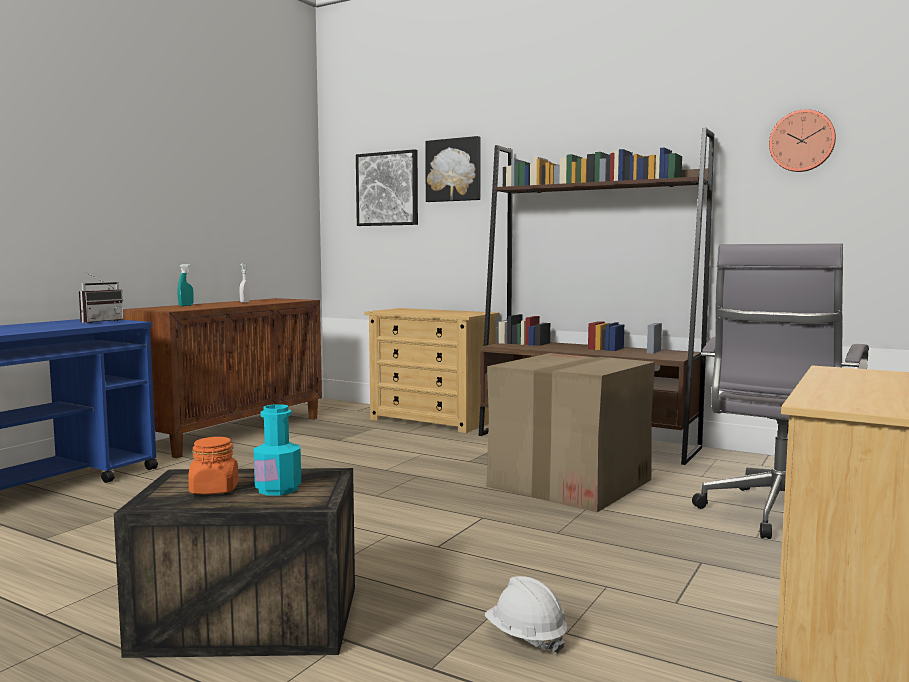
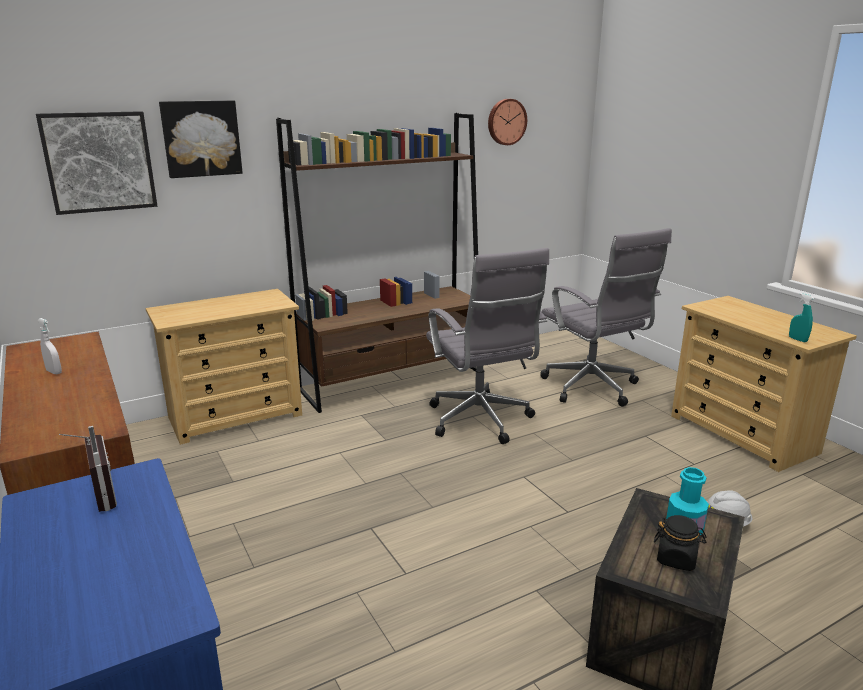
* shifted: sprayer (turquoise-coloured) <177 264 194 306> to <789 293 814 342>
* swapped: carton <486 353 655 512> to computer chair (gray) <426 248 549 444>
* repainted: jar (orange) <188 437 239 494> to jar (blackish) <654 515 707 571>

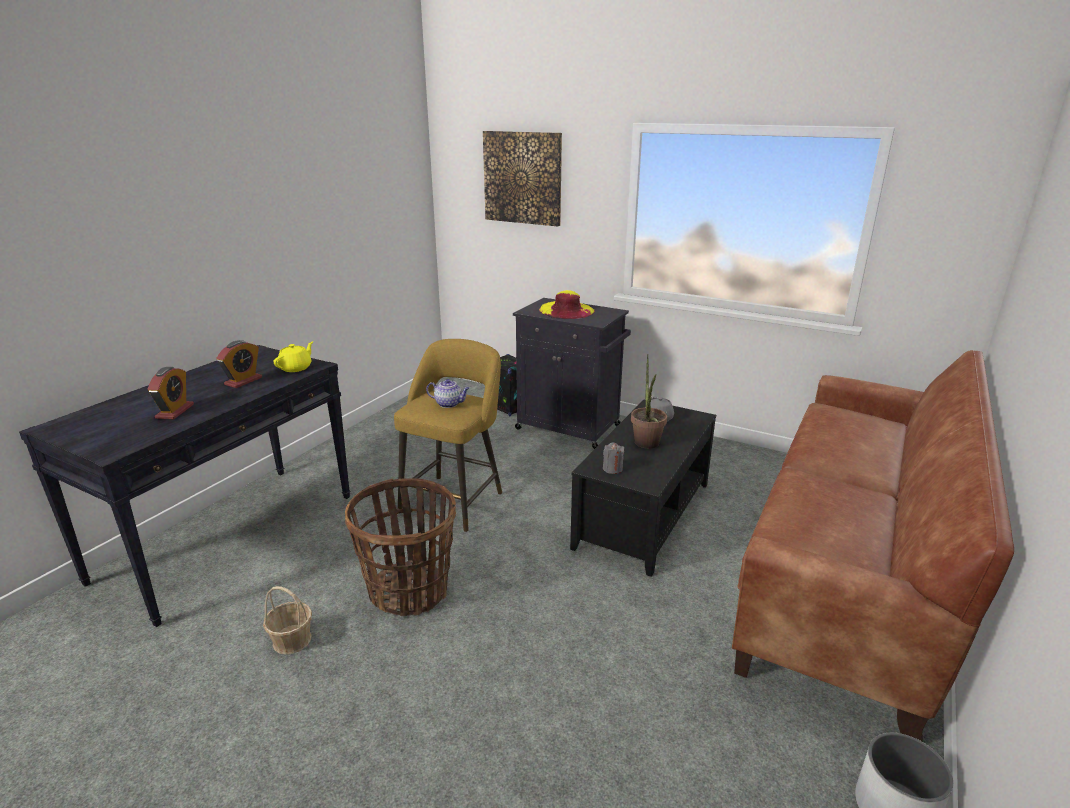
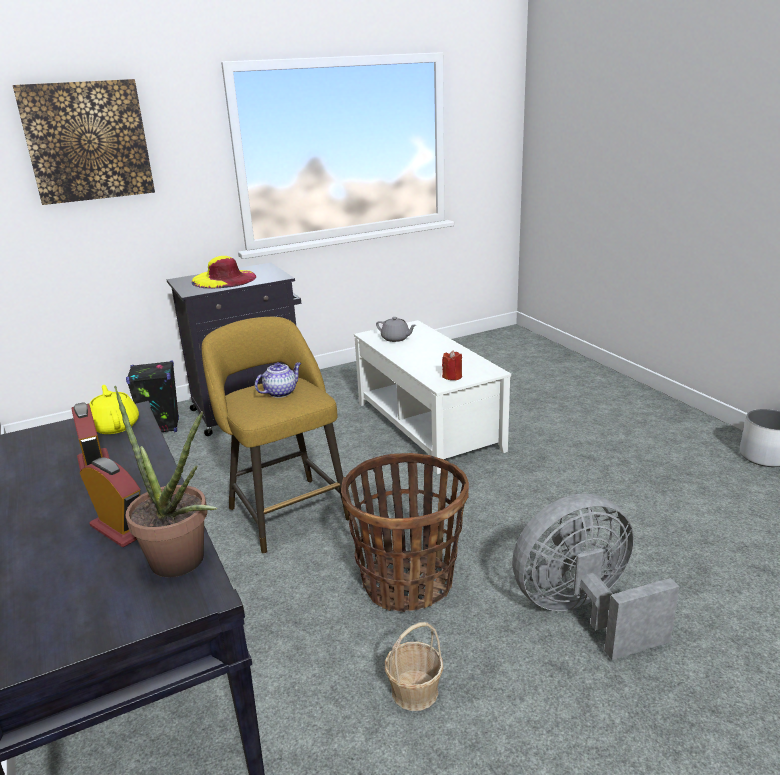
* gone: couch (brown) <732 350 1014 742>
* shifted: potted plant <631 354 667 449> to <114 386 217 577>
* repainted: low table (blackish) <570 400 716 577> to low table (white) <354 320 511 474>
* repainted: wax candle (gray) <603 443 624 474> to wax candle (red-coloured) <442 350 462 380>
* new: fan (gray) <512 494 680 660>

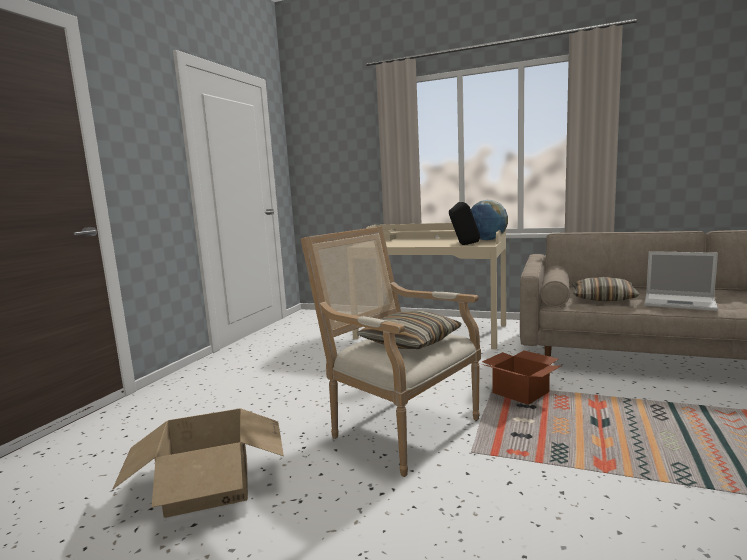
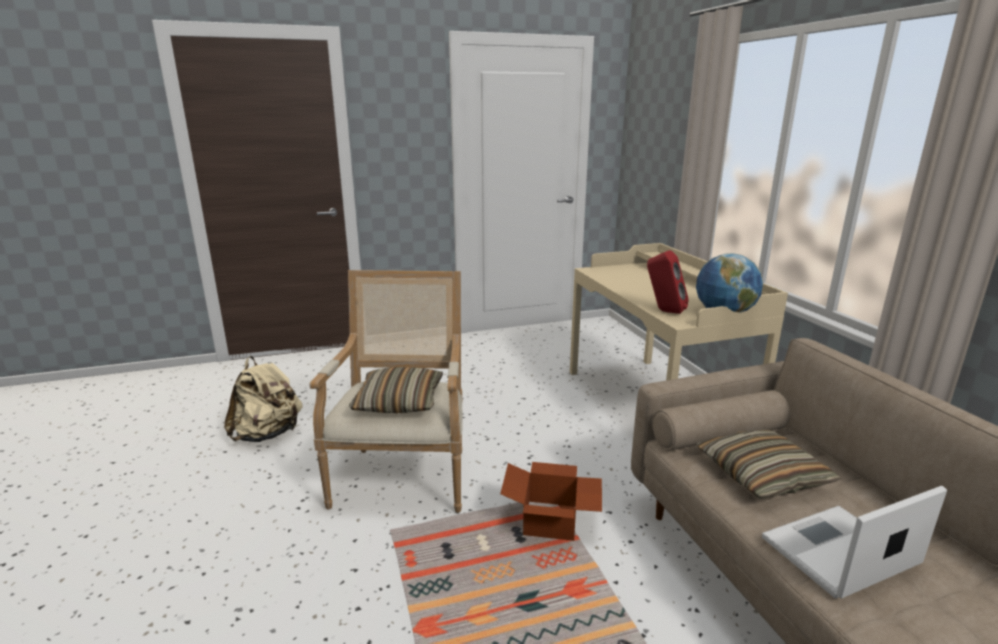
* repainted: audio speaker (blackish) <449 202 480 245> to audio speaker (red-coloured) <647 250 689 314>
* rotated: laptop <644 251 718 311> = <762 486 947 599> 75 degrees clockwise
* swapped: carton <112 409 284 518> to knapsack (beige-coloured) <224 356 303 442>

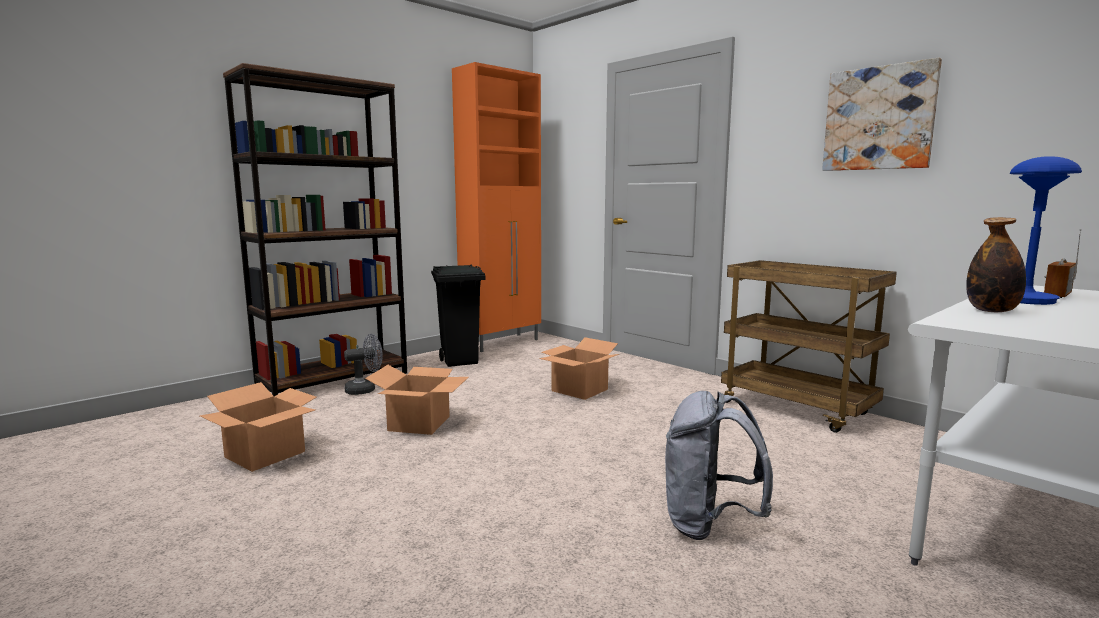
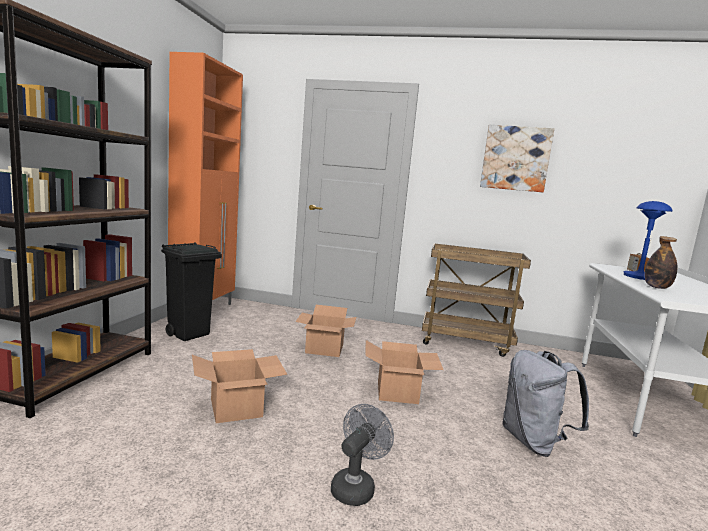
* shifted: fan (gray) <344 334 383 395> to <331 404 394 506>
* shifted: carton <200 382 317 472> to <365 340 444 404>

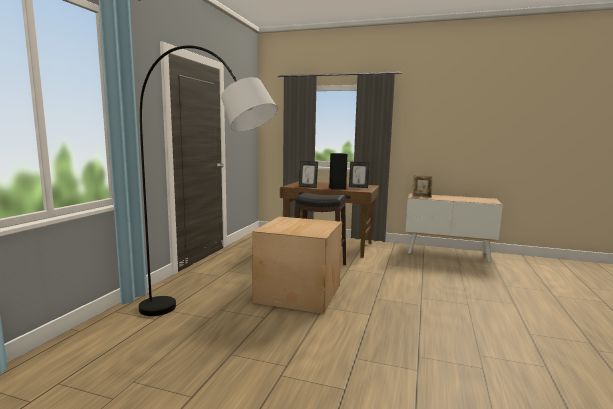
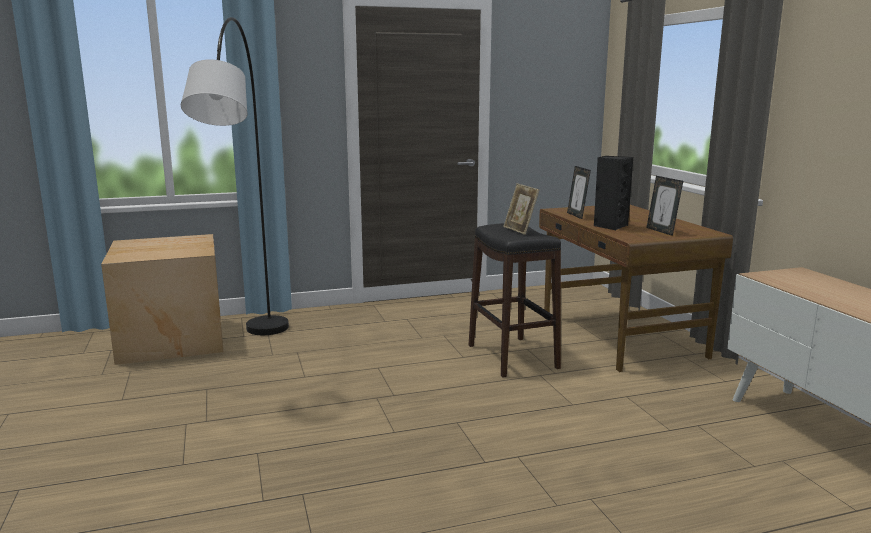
* shifted: picture frame <412 175 433 198> to <503 183 539 235>
* shifted: carton <252 216 342 314> to <101 234 223 365>

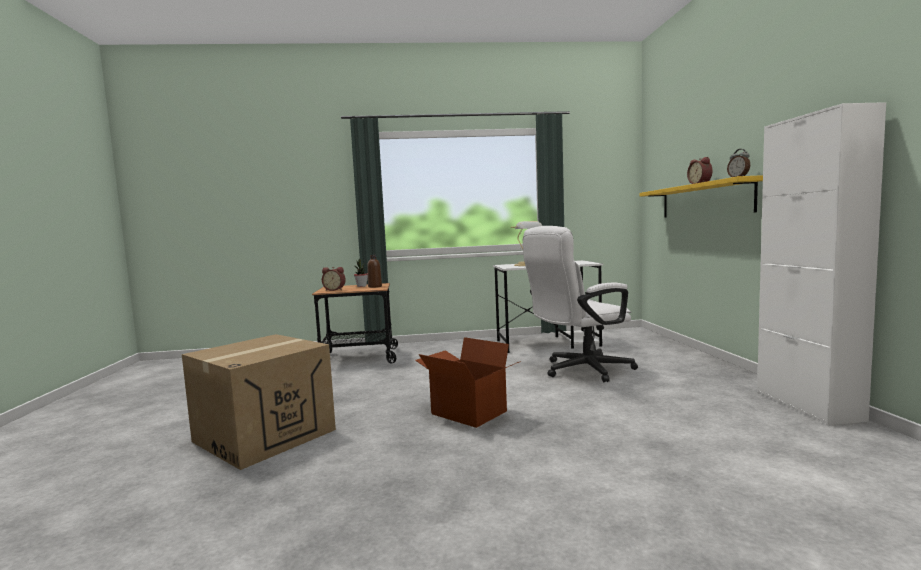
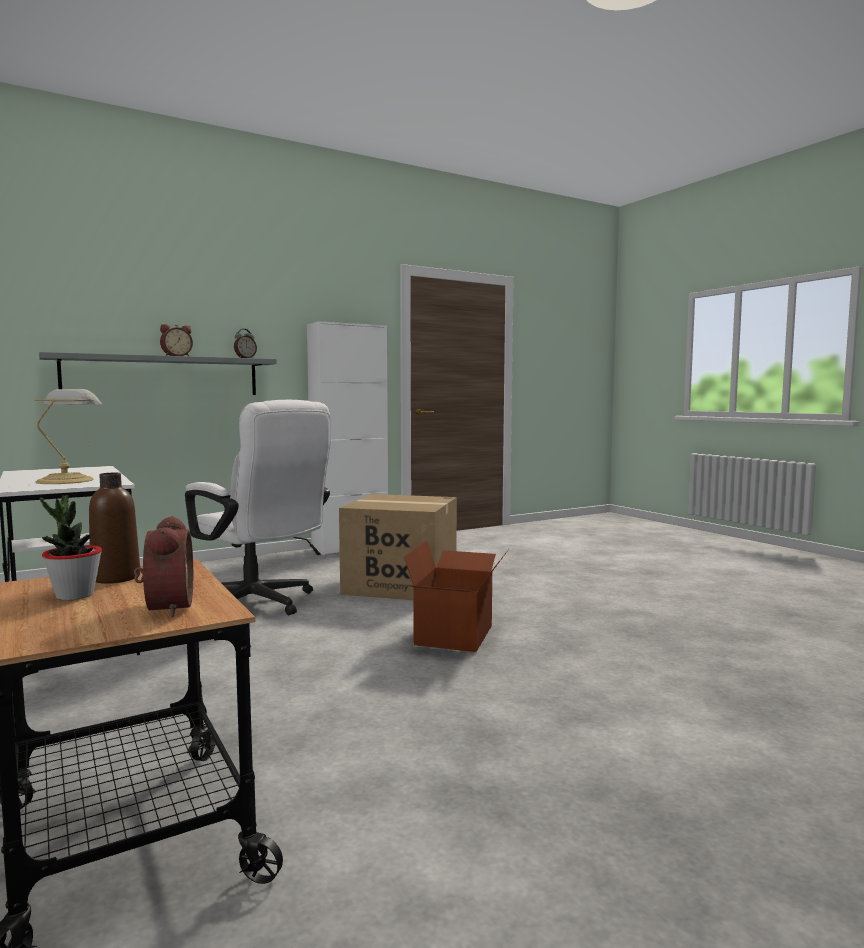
* repainted: bracket shelf (yellow-coloured) <639 175 763 217> to bracket shelf (gray) <39 352 277 395>
* shifted: carton <182 334 336 470> to <339 494 457 600>

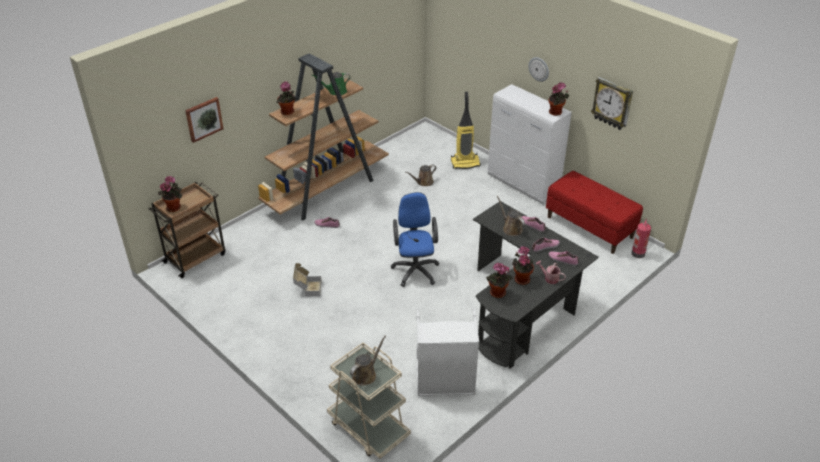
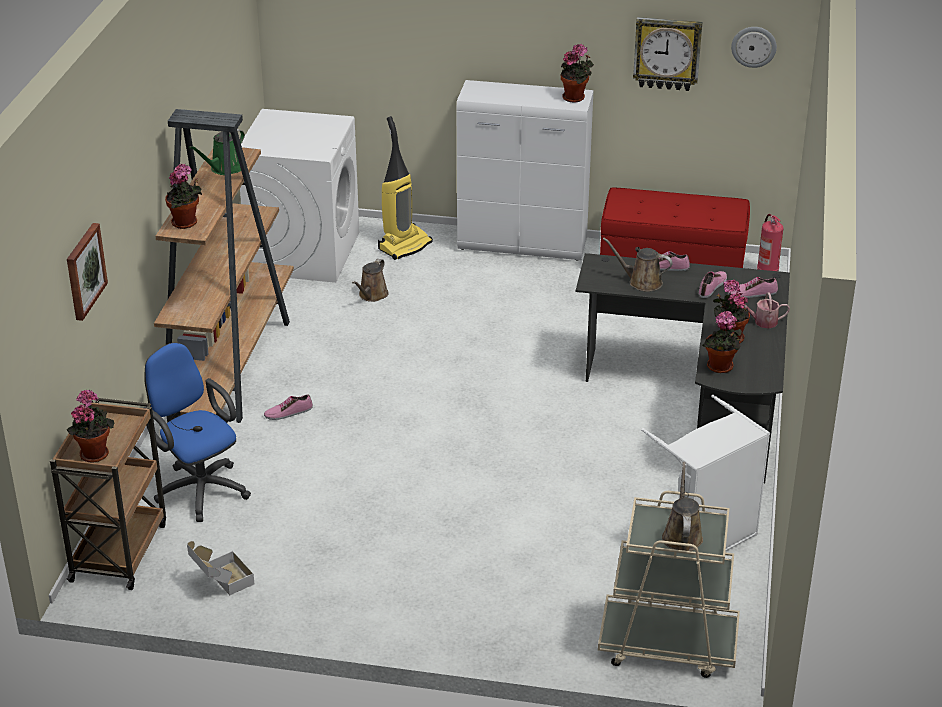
* shifted: clock on the wall <528 57 549 82> to <731 27 777 68>
* shifted: computer chair (blue) <391 192 439 287> to <144 342 251 522>
* shifted: carton <293 263 322 296> to <187 541 254 595>
* new: laundry machine (white) <240 109 359 283>

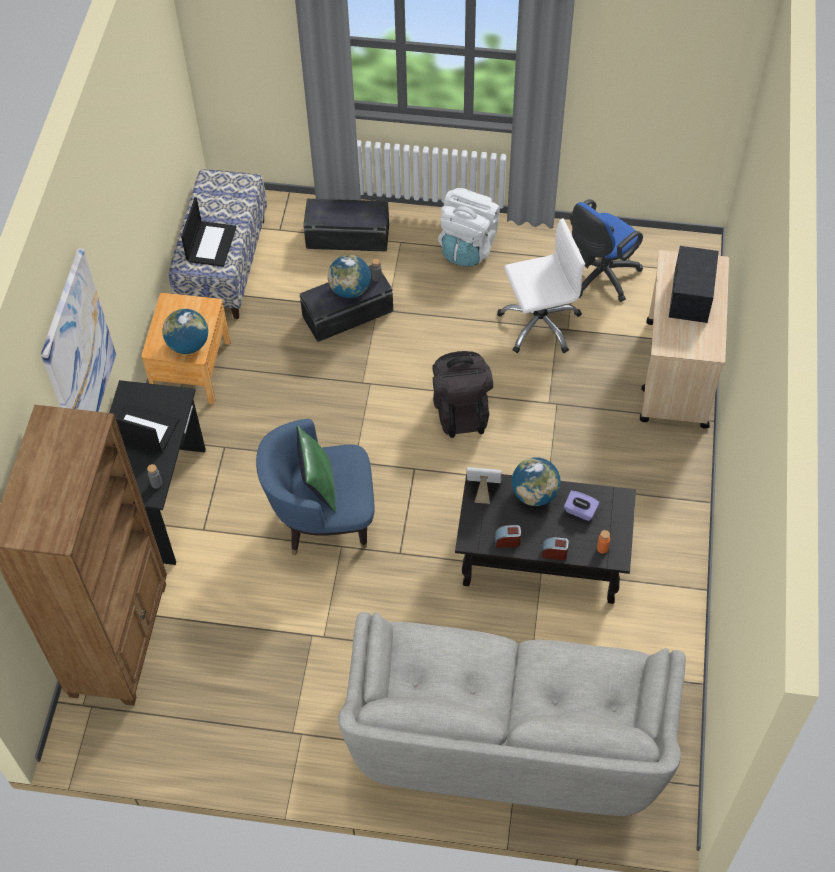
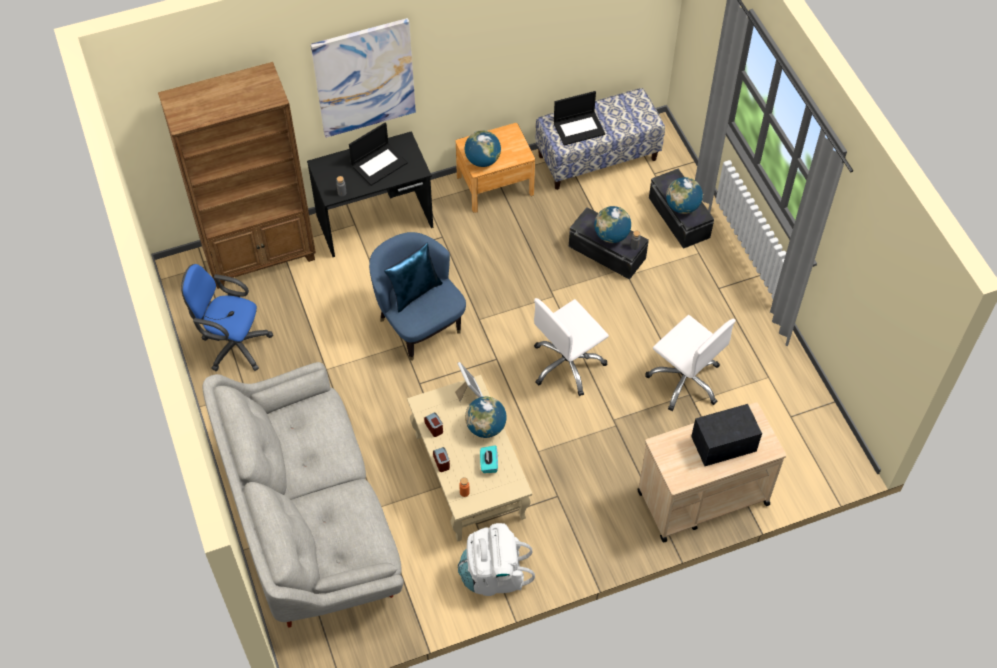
* shifted: knapsack (white) <438 188 500 267> to <458 523 535 596>
* shifted: computer chair (blue) <570 199 643 302> to <181 264 273 371>
* swapped: knapsack (blackish) <432 351 493 438> to computer chair (white) <534 298 609 396>
* rotated: laptop <115 404 179 453> = <349 122 408 186> 60 degrees clockwise
* repainted: cushion (green) <297 426 336 512> to cushion (blue) <384 243 443 313>
* repainted: low table (blackish) <455 472 636 604> to low table (beige-coloured) <407 375 532 541>
* repainted: box of tissues (purple) <564 490 599 521> to box of tissues (turquoise-coloured) <480 445 498 473>
* new: globe <666 177 703 214>

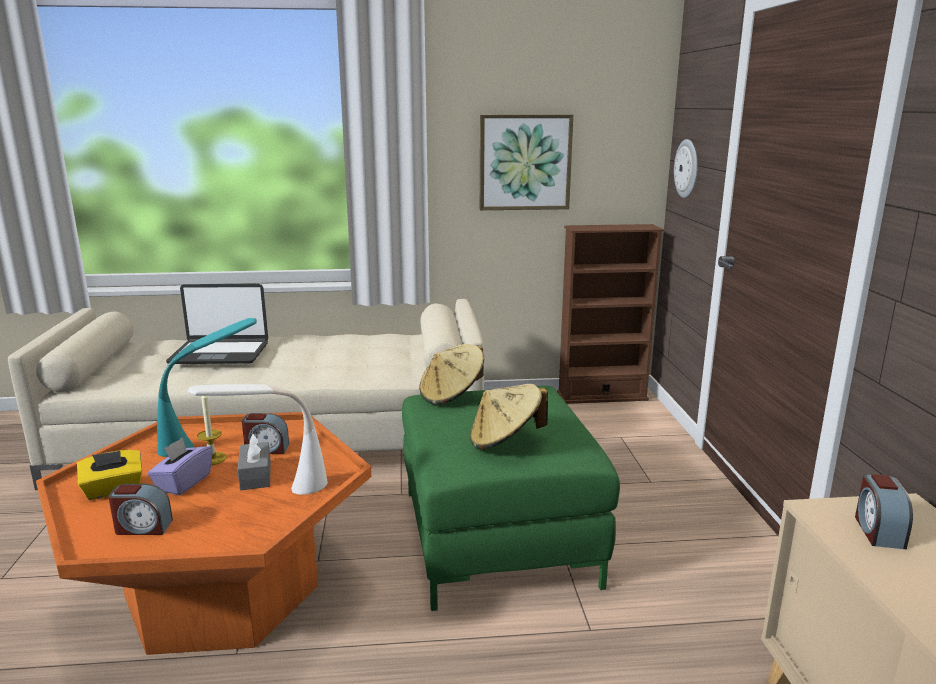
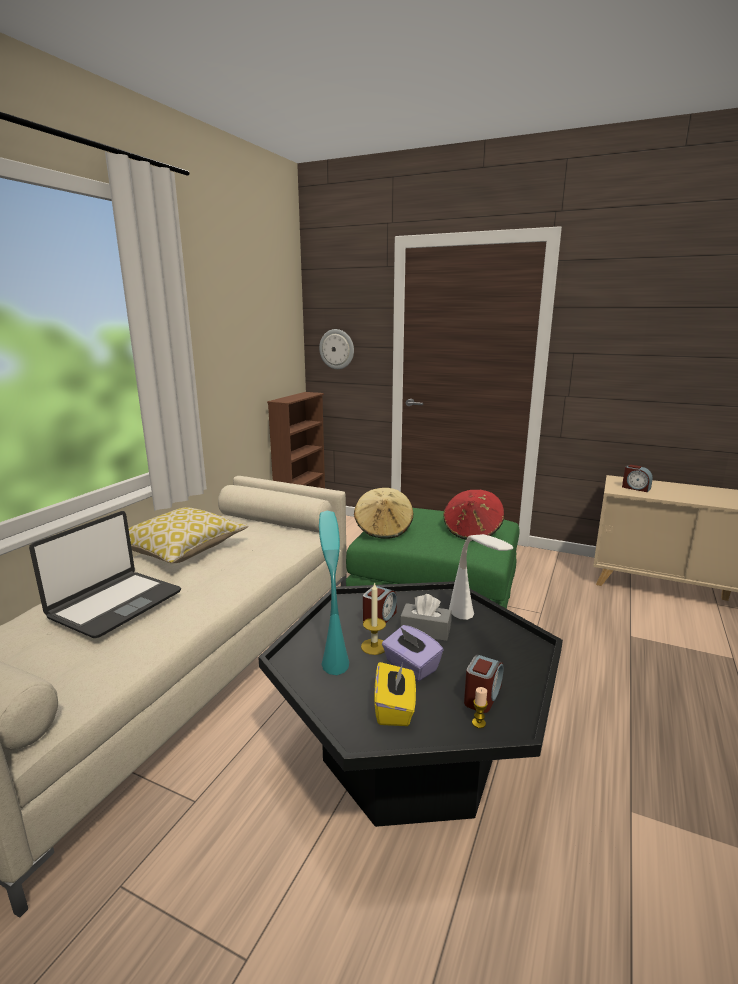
* gone: wall art <480 115 574 210>
* repainted: hat (beige-coloured) <470 384 548 450> to hat (red-coloured) <443 490 504 541>
* repainted: low table (orange) <36 412 371 655> to low table (blackish) <258 581 563 827>
* new: cushion <128 507 248 563>
* new: wax candle <472 687 488 728>

